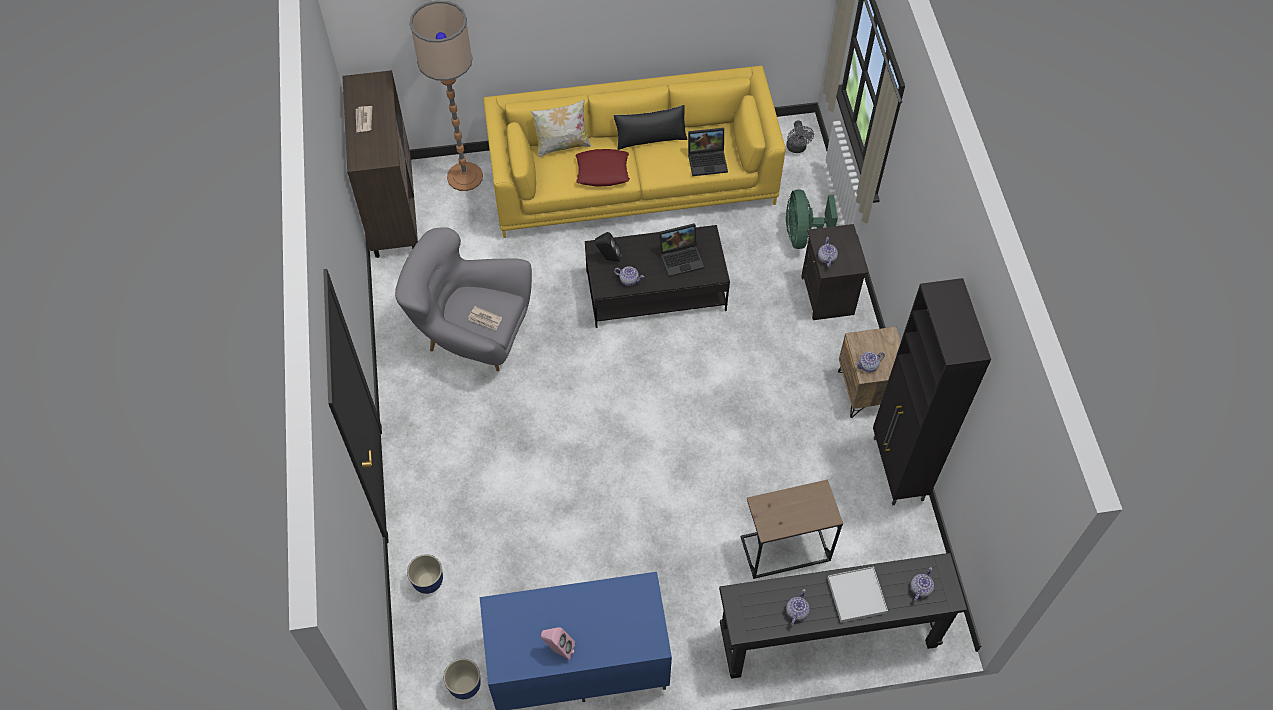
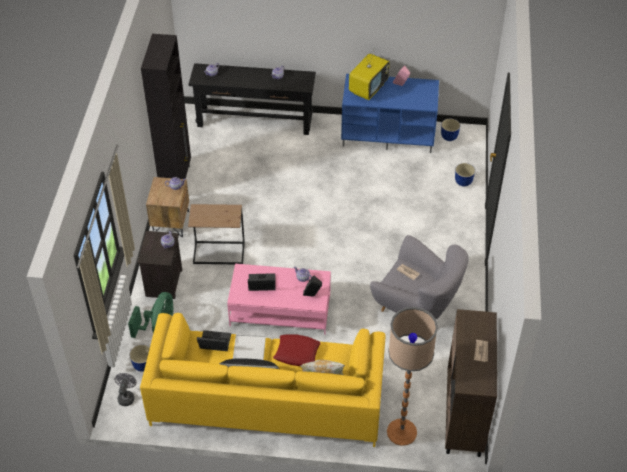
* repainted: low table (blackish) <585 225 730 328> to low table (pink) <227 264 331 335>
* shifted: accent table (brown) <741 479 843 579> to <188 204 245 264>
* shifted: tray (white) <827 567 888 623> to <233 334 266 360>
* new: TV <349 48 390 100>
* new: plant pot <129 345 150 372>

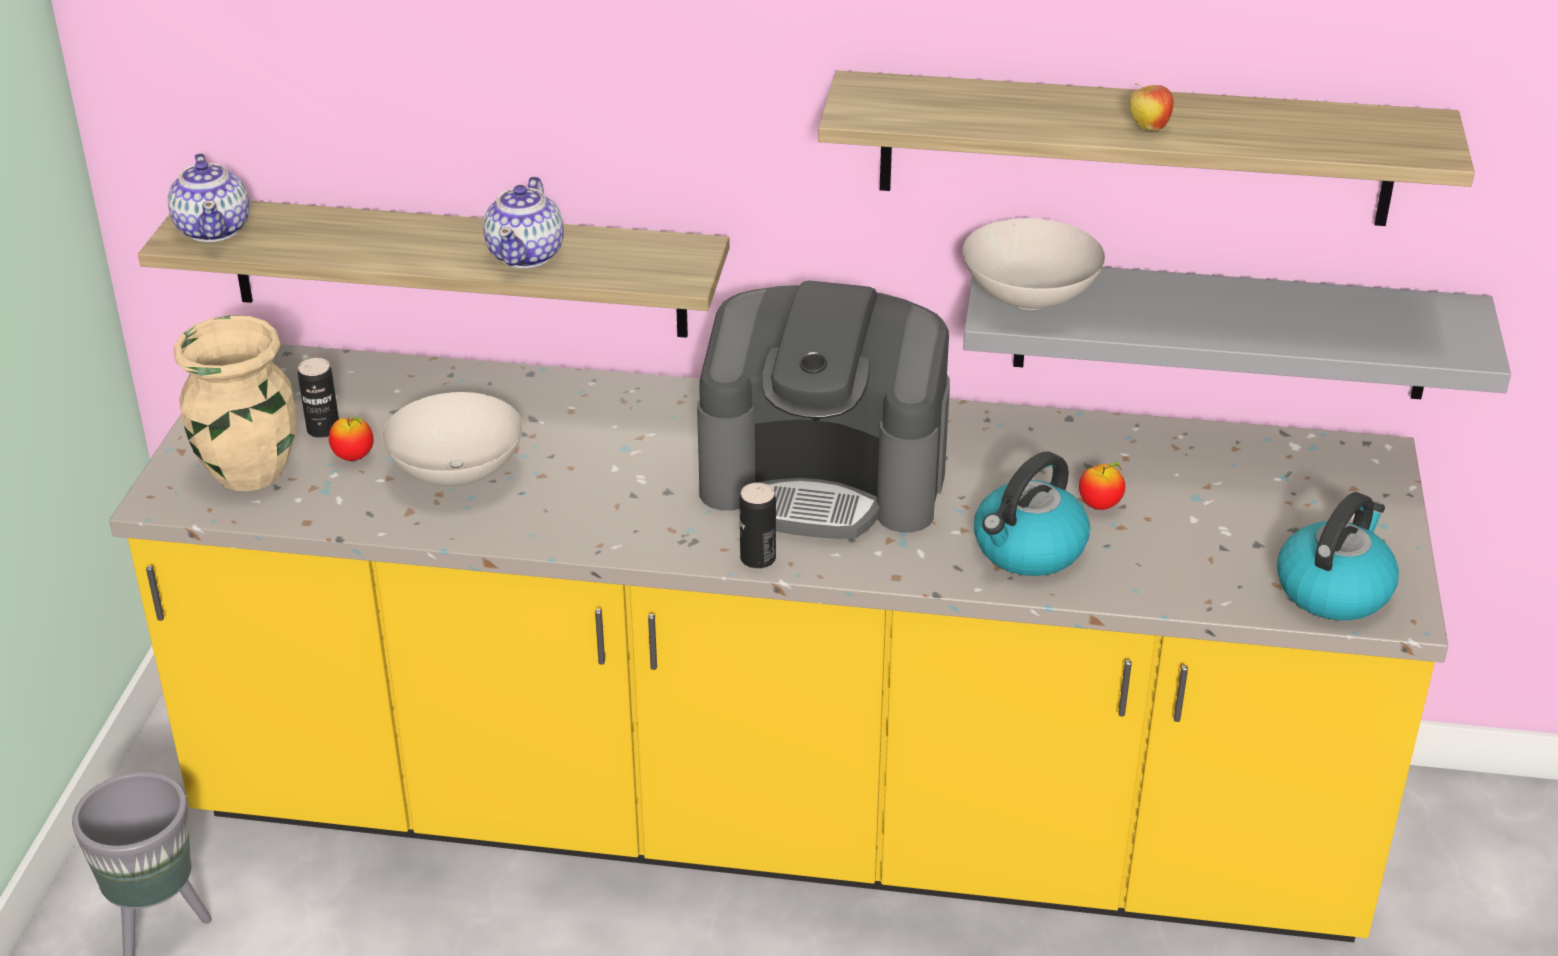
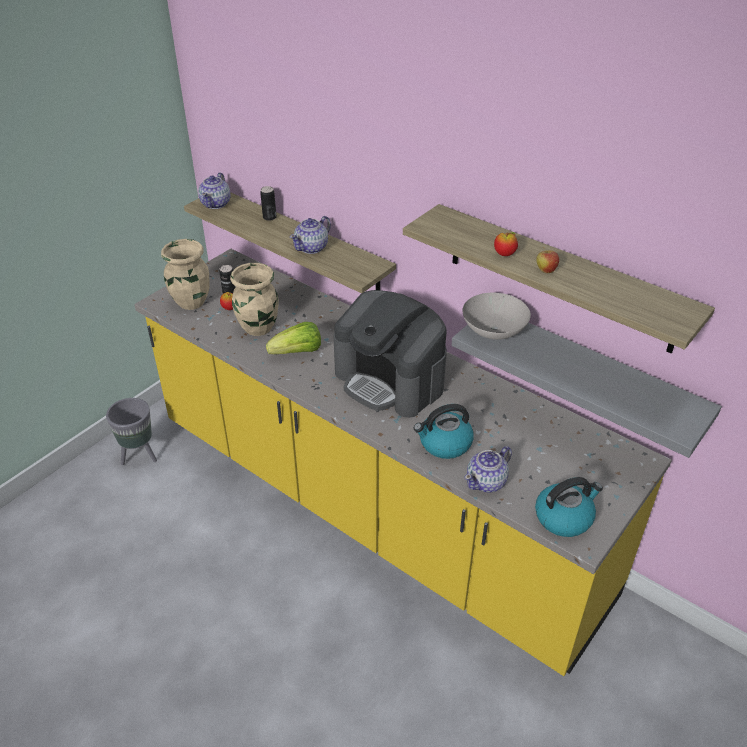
* swapped: bowl (white) <382 392 523 486> to decorative vase (beige-coloured) <230 263 279 336>
* shifted: whole apple <1079 462 1125 510> to <494 232 518 256>
* shifted: sealed can <739 483 776 569> to <260 186 276 221>
* new: lettuce head <266 322 321 354>
* new: pot for tea <464 446 512 493>

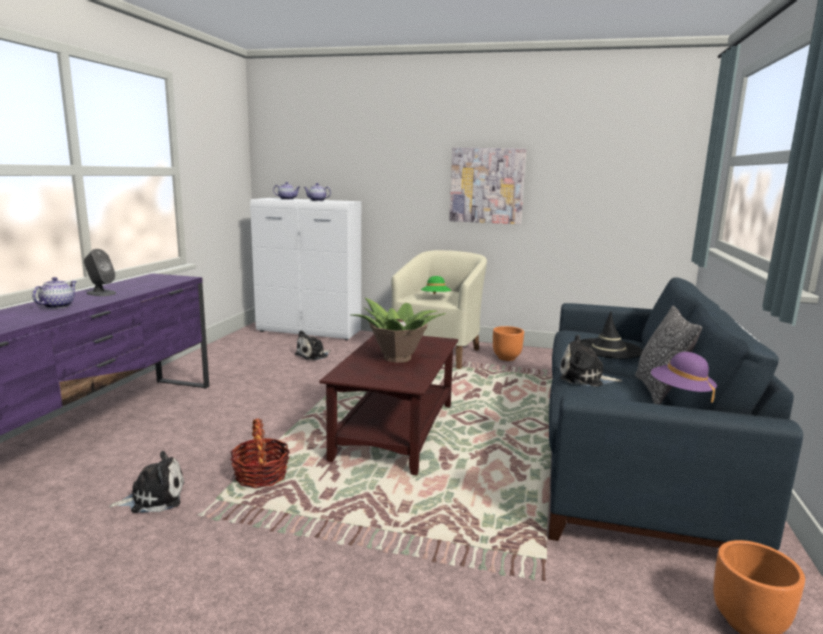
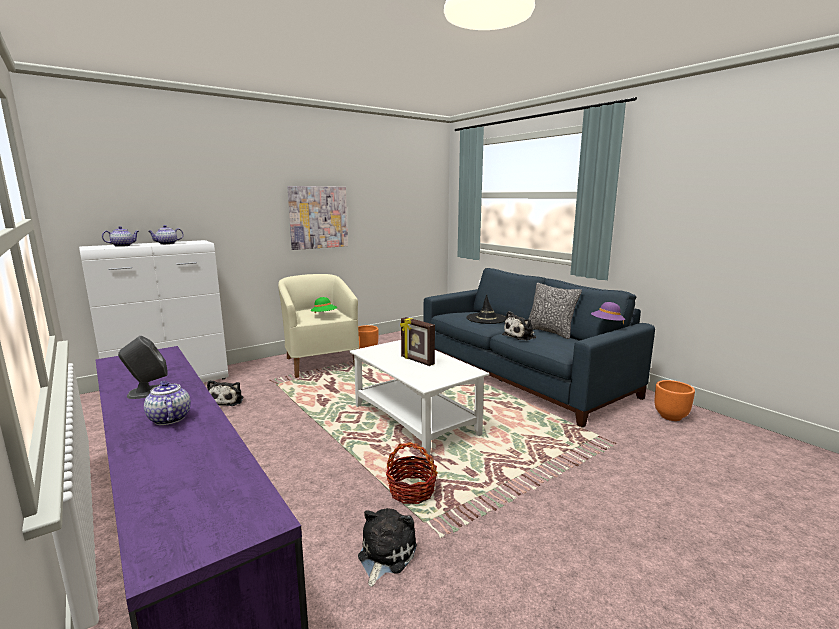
* swapped: potted plant <352 298 446 363> to picture frame <400 317 435 366>
* repainted: low table (brown) <319 335 458 475> to low table (white) <350 340 489 458>

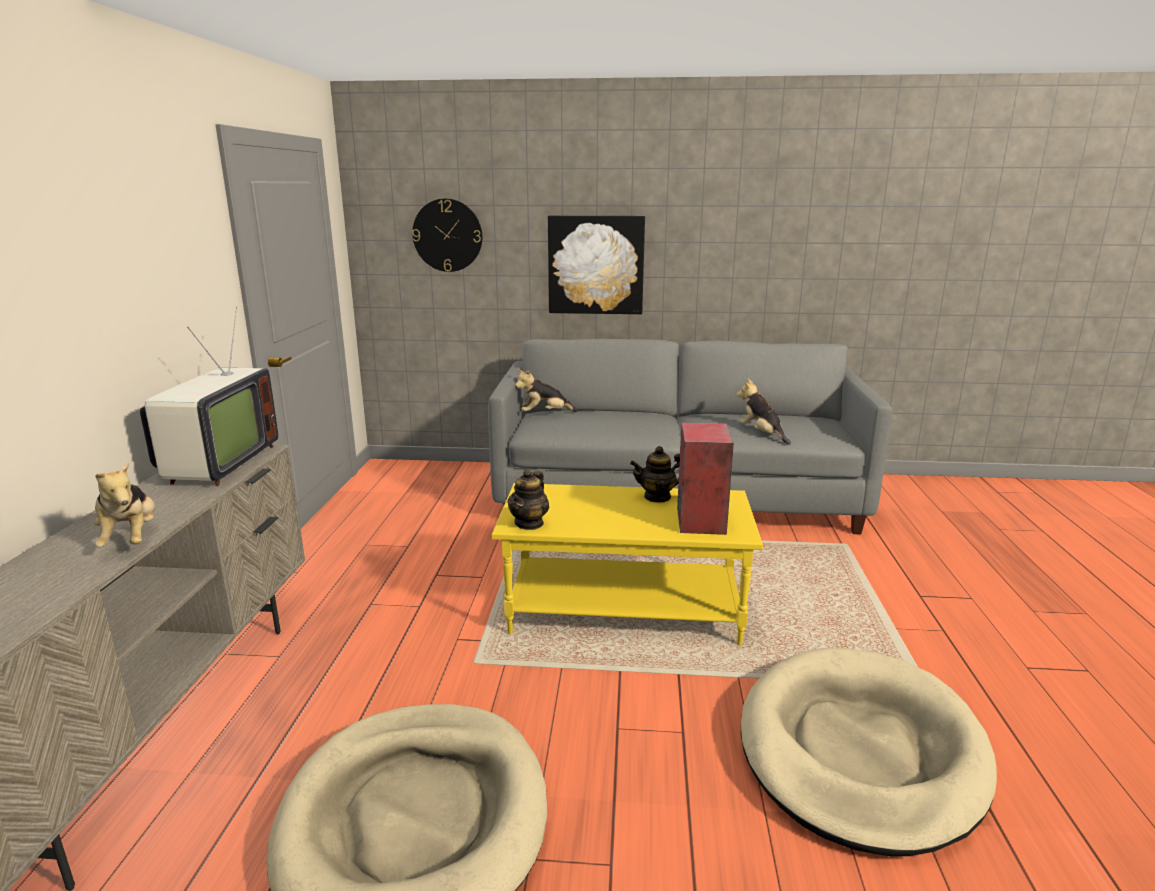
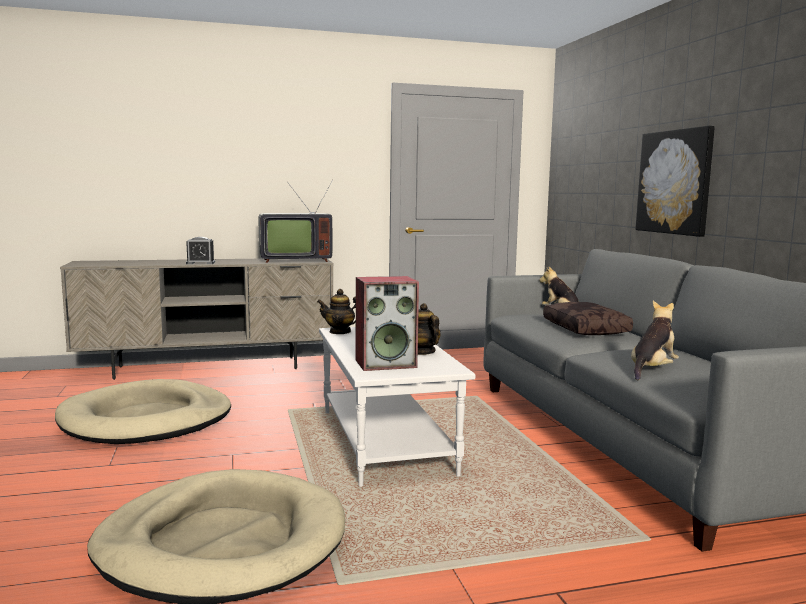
* gone: clock on the wall <412 199 482 272>
* swapped: cuddly toy <94 462 155 547> to table clock <186 237 215 264>
* repainted: low table (yellow-coloured) <492 483 763 645> to low table (white) <319 327 475 487>
* new: cushion (brown) <543 302 633 335>

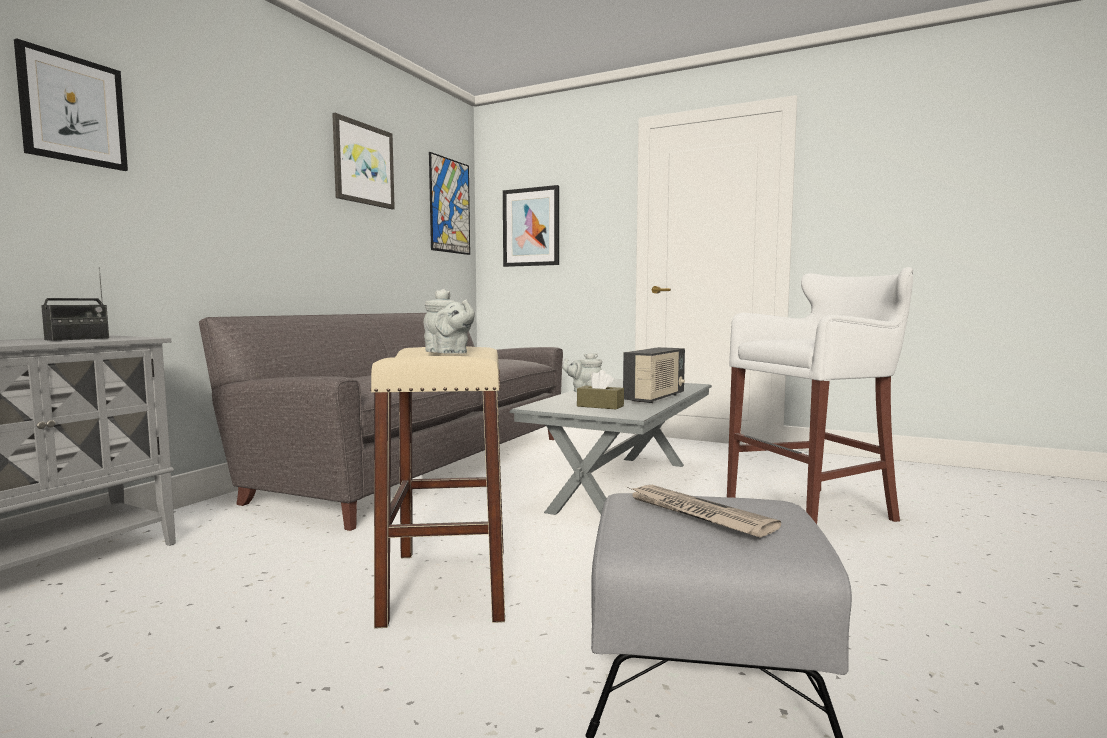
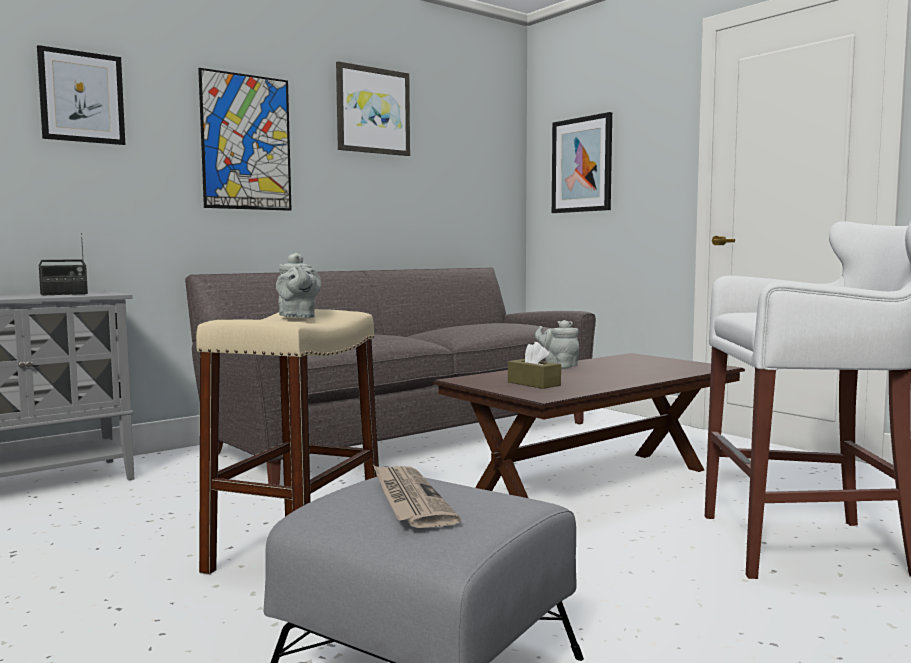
* shifted: wall art <429 152 470 255> to <198 68 292 211>
* gone: radio set <623 347 685 403>
* repainted: low table (gray) <509 379 712 515> to low table (brown) <432 353 745 498>

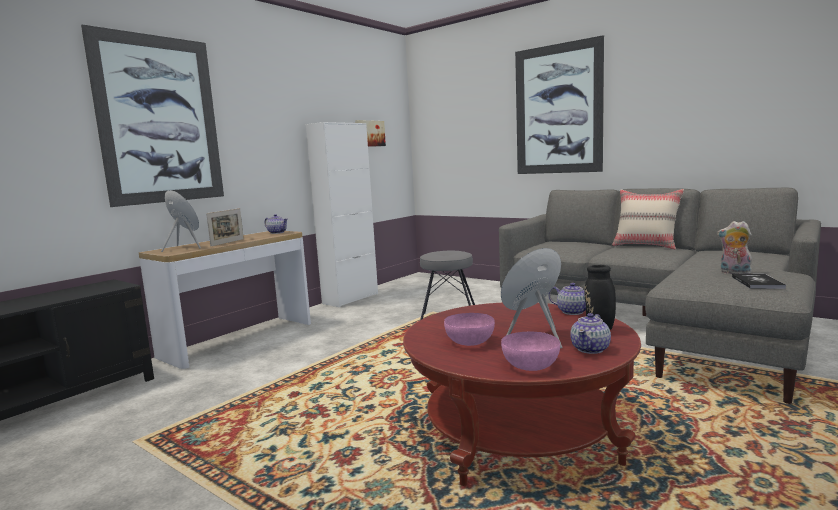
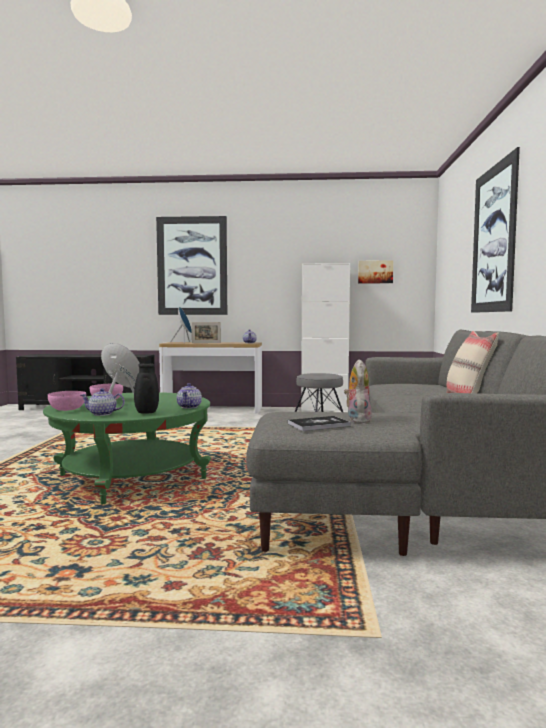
* repainted: low table (red-coloured) <403 303 641 486> to low table (green) <43 392 211 504>

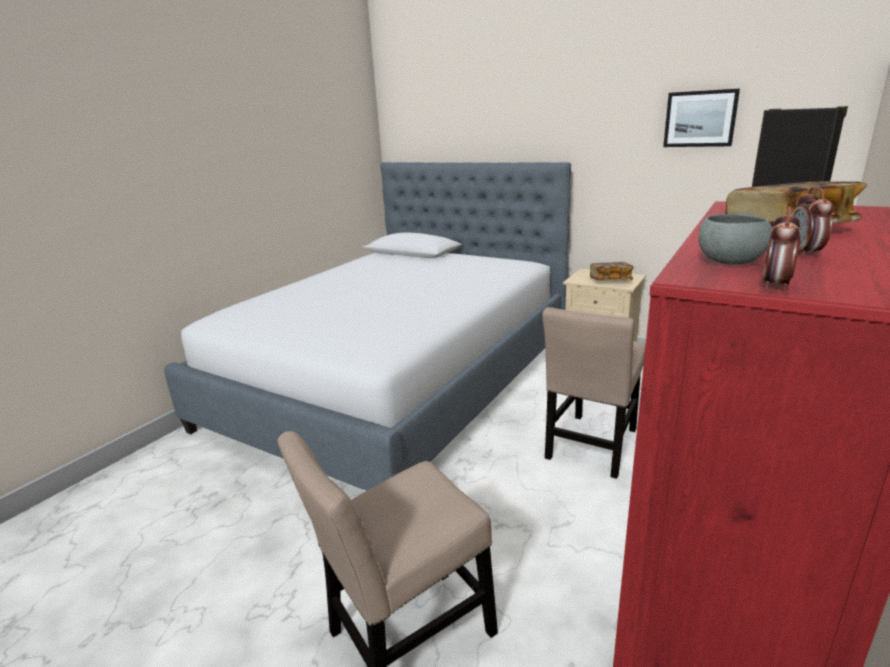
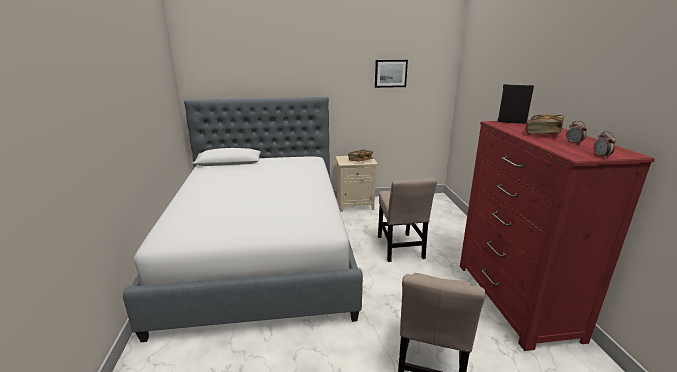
* gone: bowl (gray) <699 214 772 265>

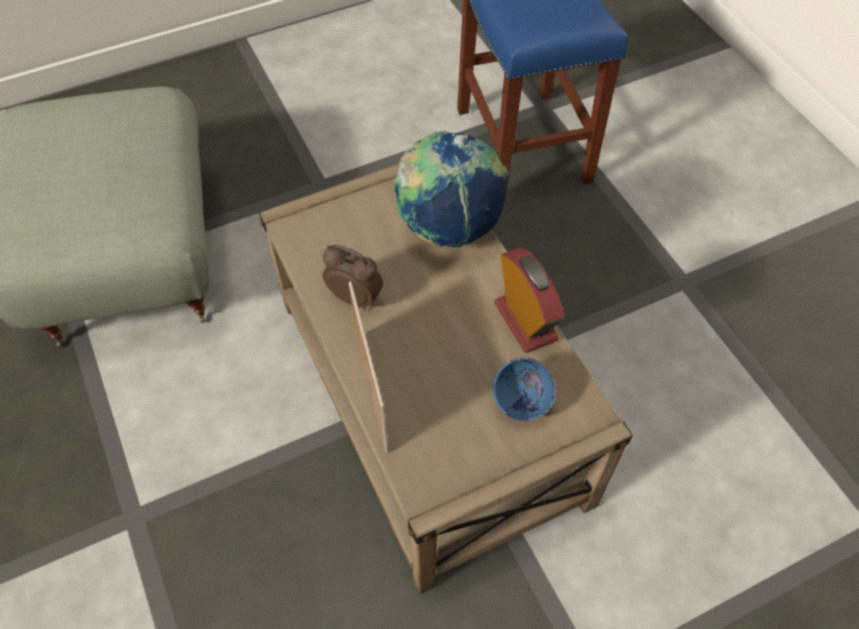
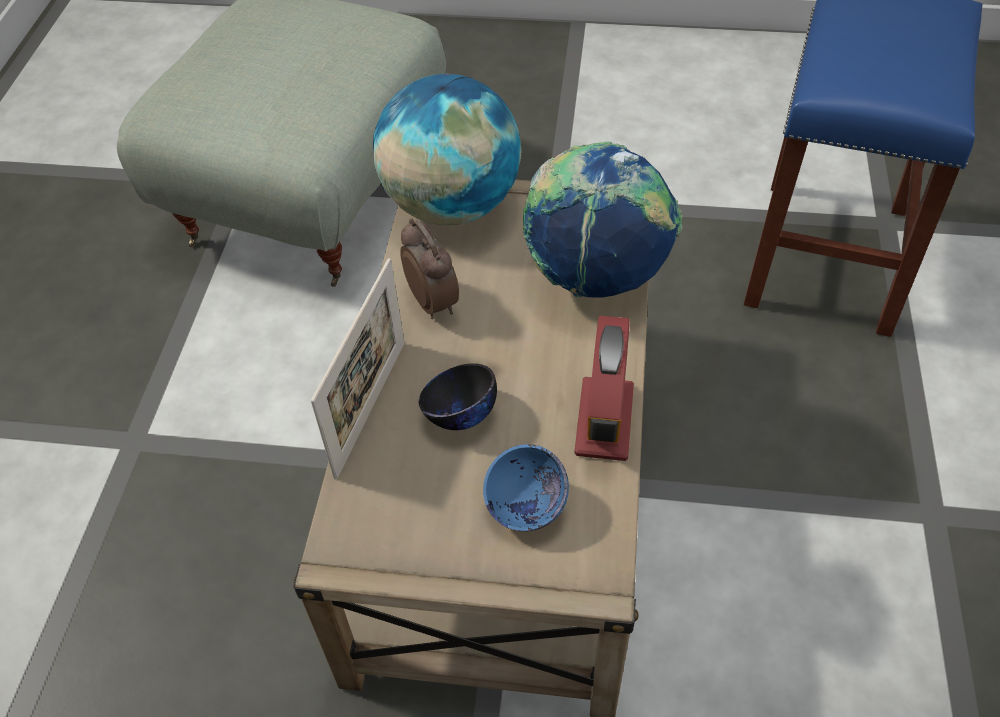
* new: globe <373 73 521 225>
* new: bowl (blackish) <419 363 497 430>

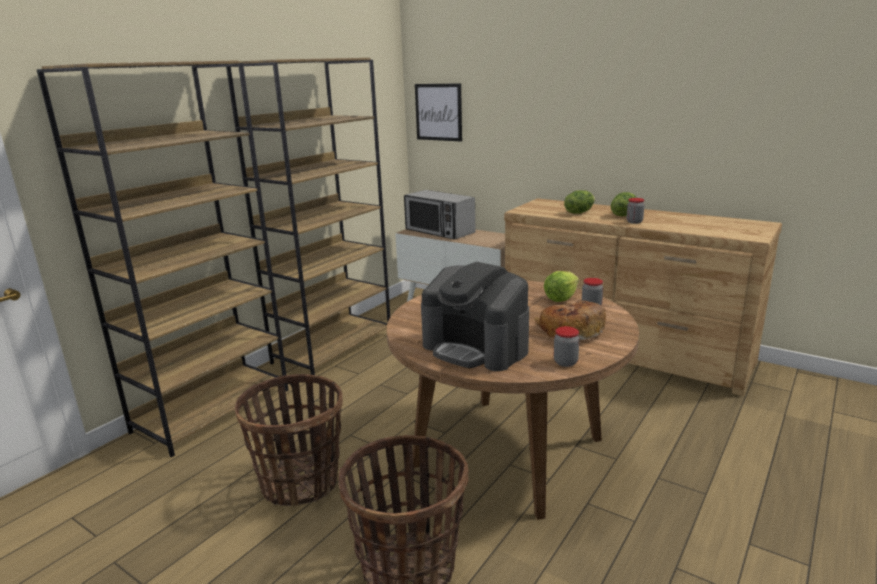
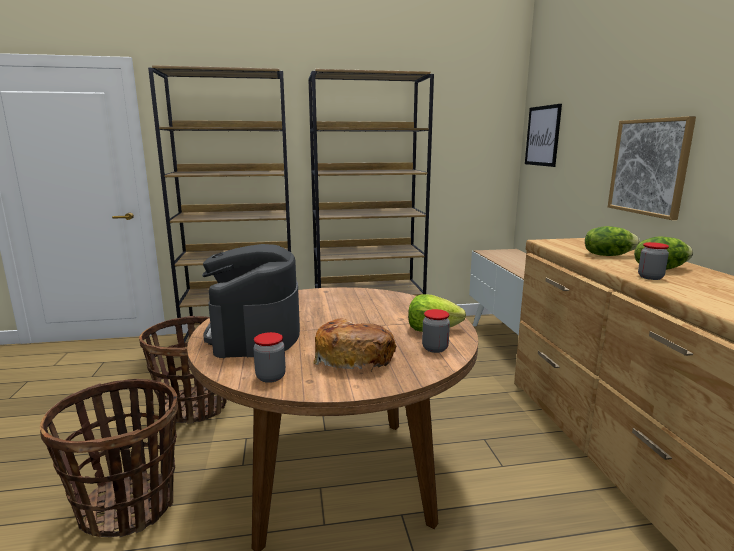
* gone: kitchen microwave <404 190 475 239>
* new: wall art <608 116 696 220>

